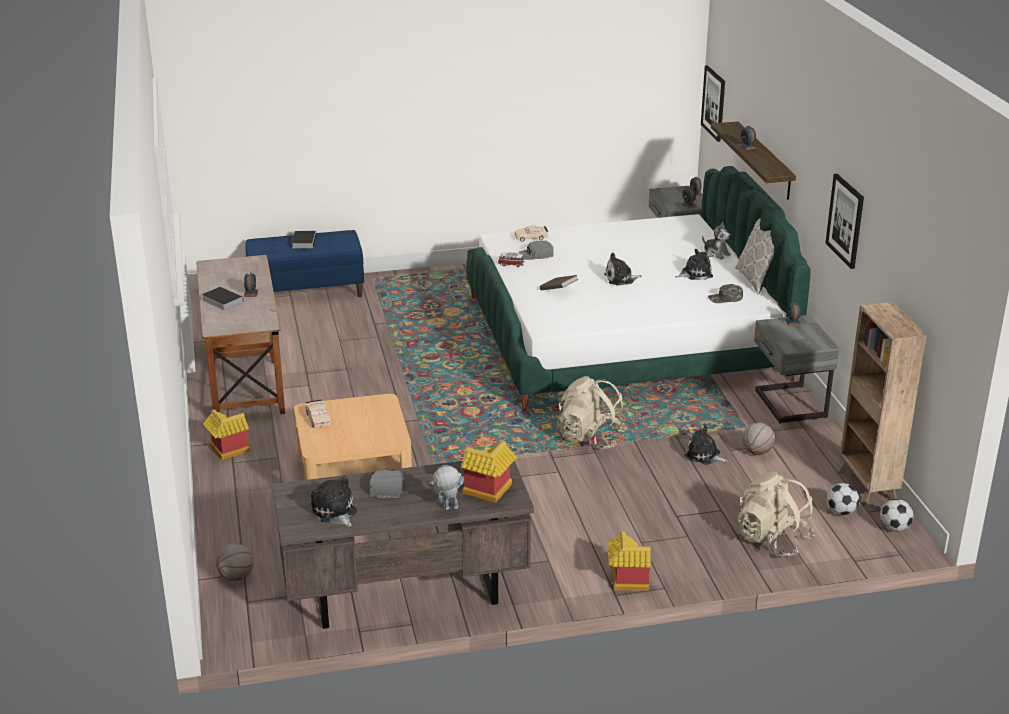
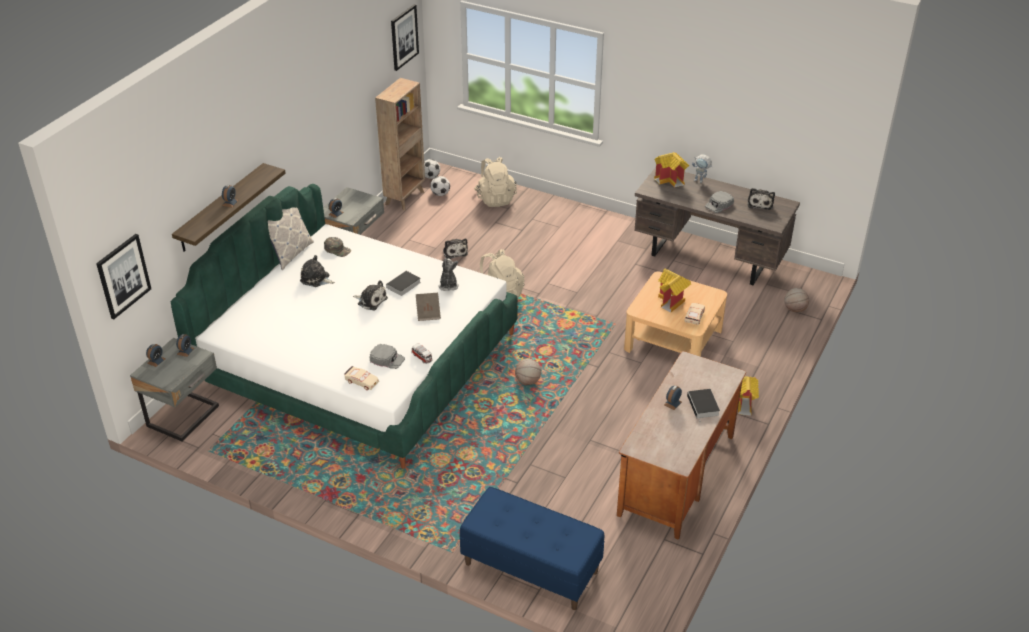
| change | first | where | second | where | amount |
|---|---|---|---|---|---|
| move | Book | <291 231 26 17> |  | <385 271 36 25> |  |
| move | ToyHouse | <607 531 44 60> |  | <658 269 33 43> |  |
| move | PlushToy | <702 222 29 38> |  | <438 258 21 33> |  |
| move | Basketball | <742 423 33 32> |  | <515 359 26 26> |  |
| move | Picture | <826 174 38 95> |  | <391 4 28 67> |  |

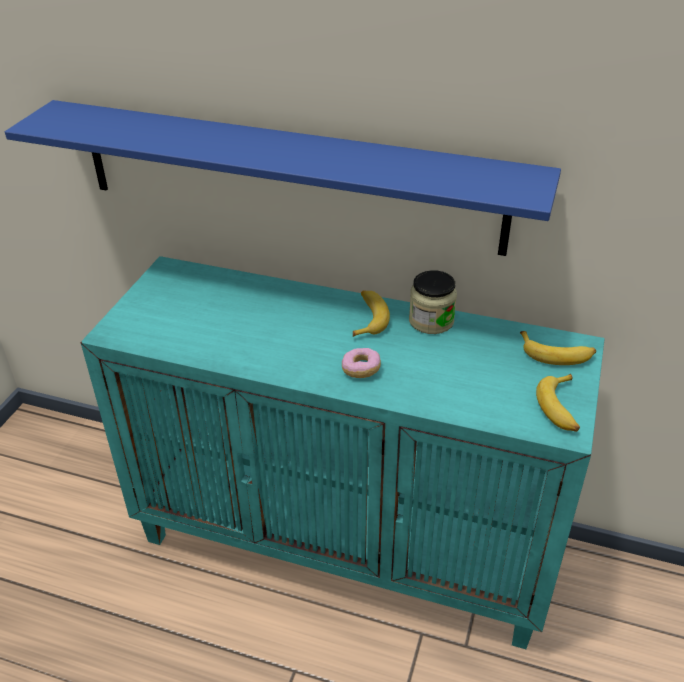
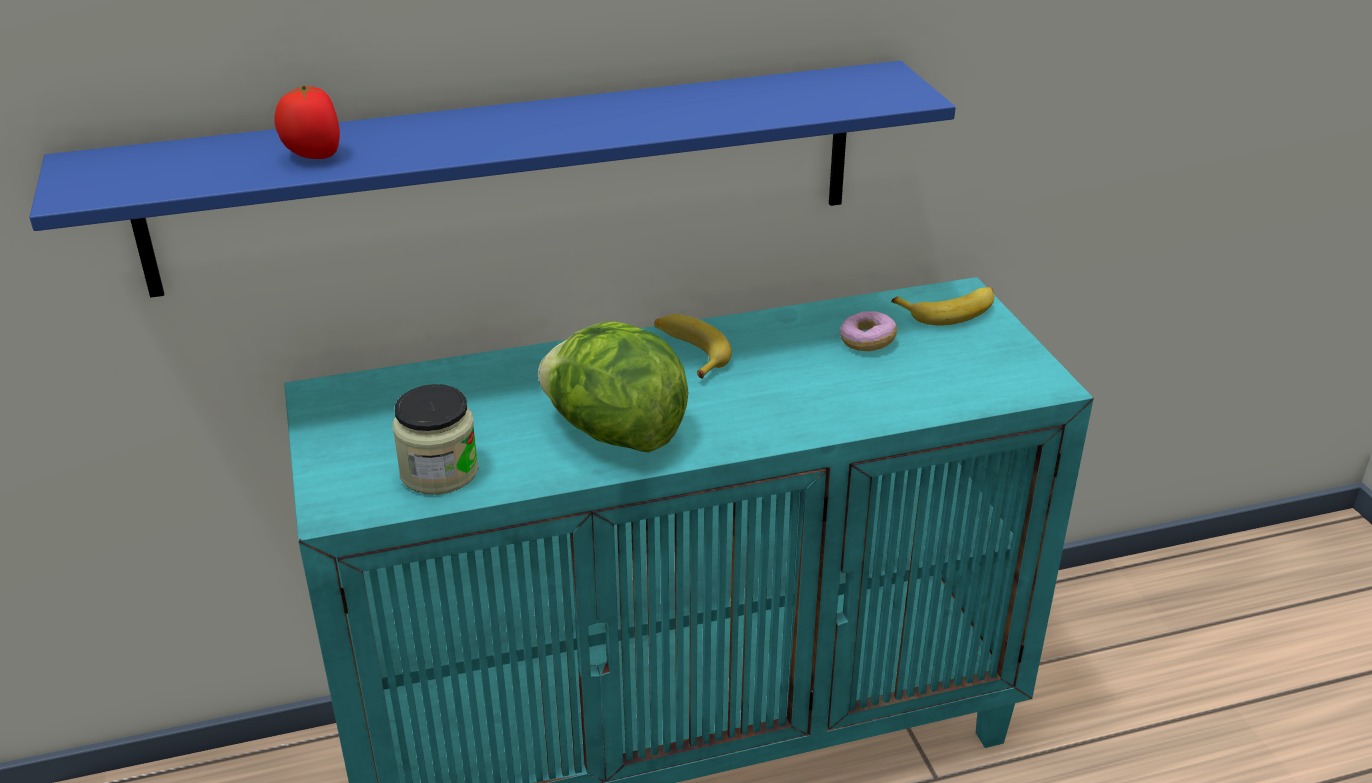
| change | first | where | second | where | amount |
|---|---|---|---|---|---|
| delete | Banana | <536 374 44 58> |  |  |  |
| insert |  |  | Tomato | <274 86 66 73> |  |
| insert |  |  | Lettuce | <538 321 150 132> |  |
| move | Donut | <342 348 39 30> |  | <840 311 57 40> |  |
| move | Jar | <409 270 48 64> |  | <392 384 87 111> |  |

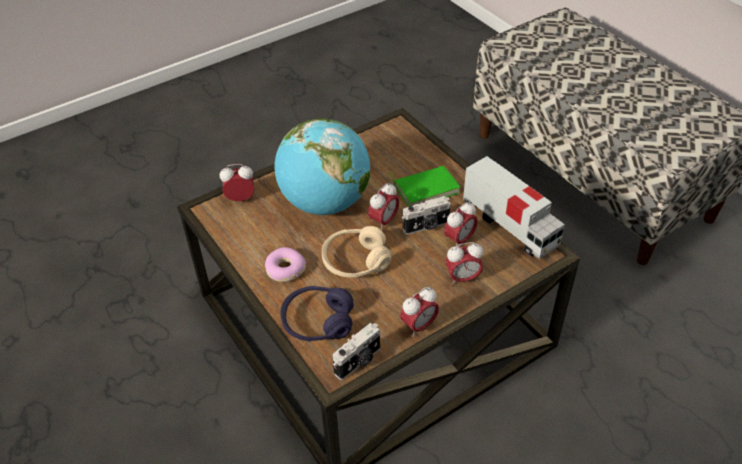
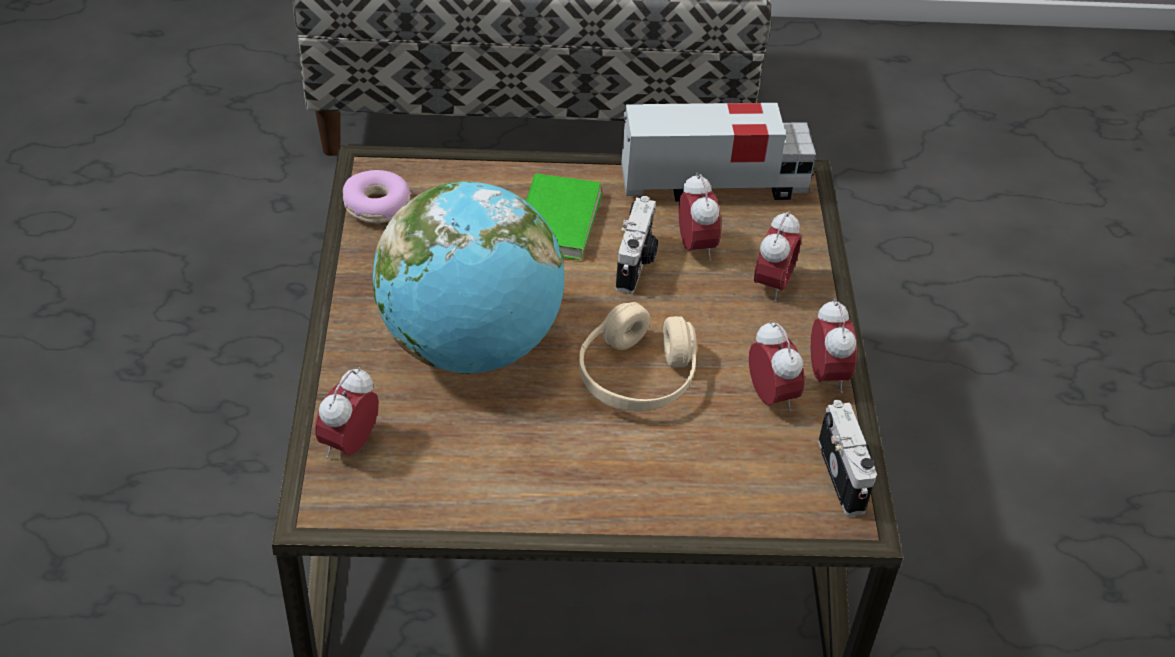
| change | first | where | second | where | amount |
|---|---|---|---|---|---|
| delete | PurpleHeadphones | <281 286 73 56> |  |  |  |
| move | Donut | <265 247 41 35> |  | <343 170 68 53> |  |
| move | AlarmClock | <368 183 32 47> |  | <749 320 56 92> |  |

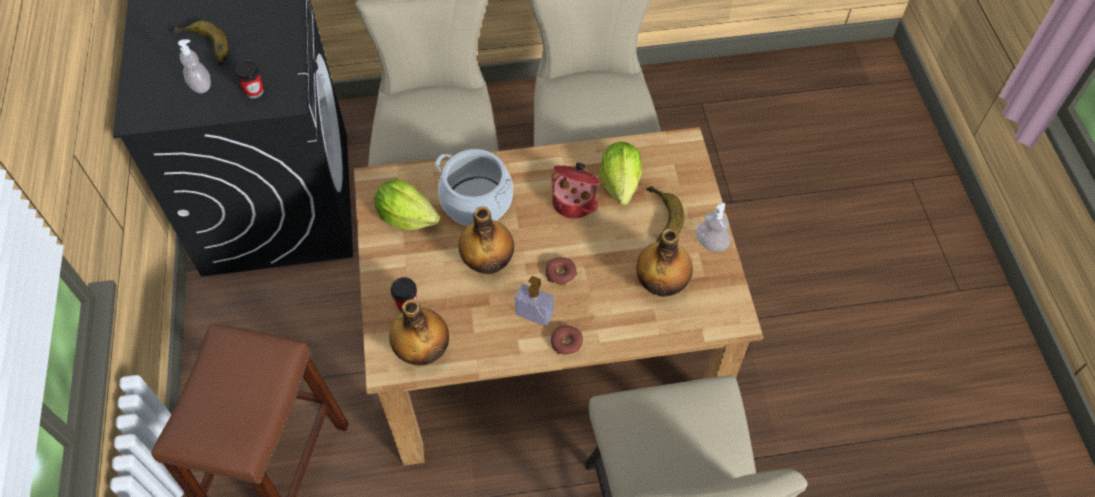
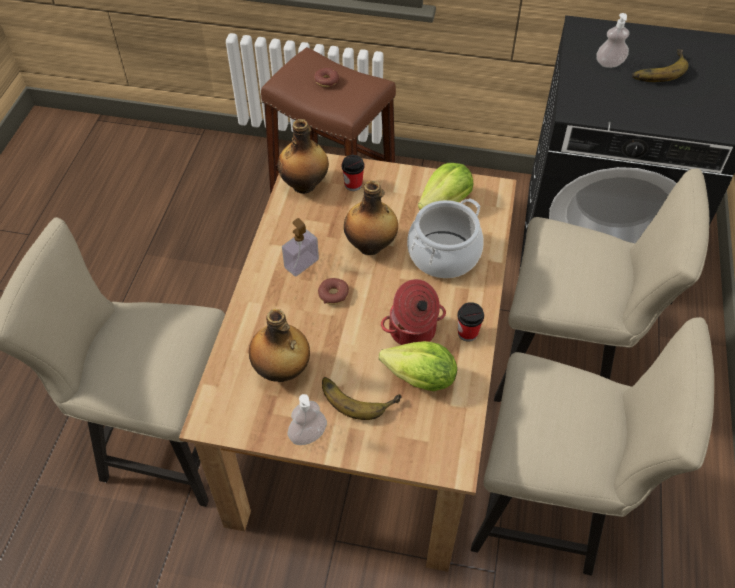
| change | first | where | second | where | amount |
|---|---|---|---|---|---|
| move | Cup | <235 61 29 37> |  | <457 302 27 40> |  |
| move | Donut | <551 325 32 30> |  | <314 68 25 19> |  |

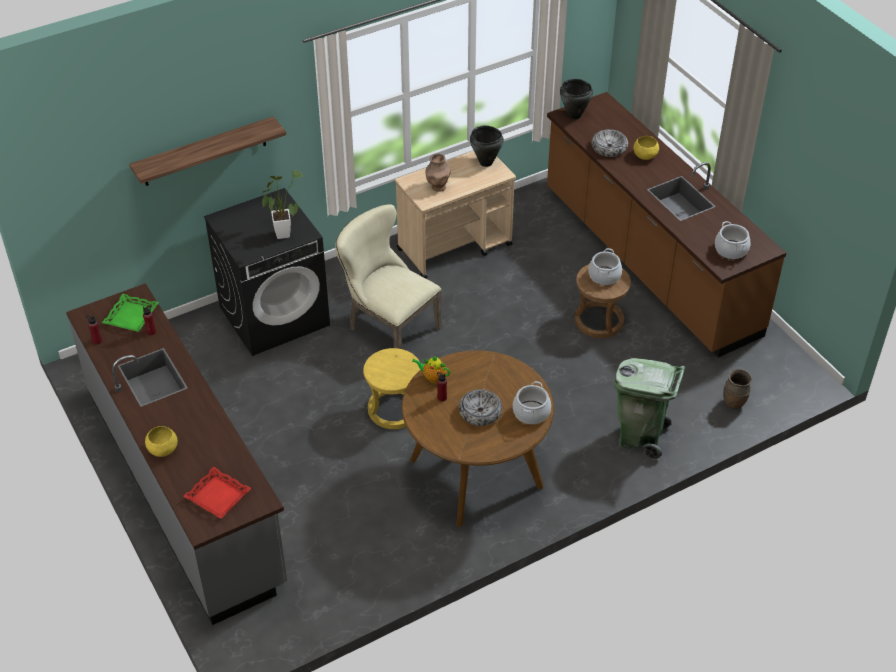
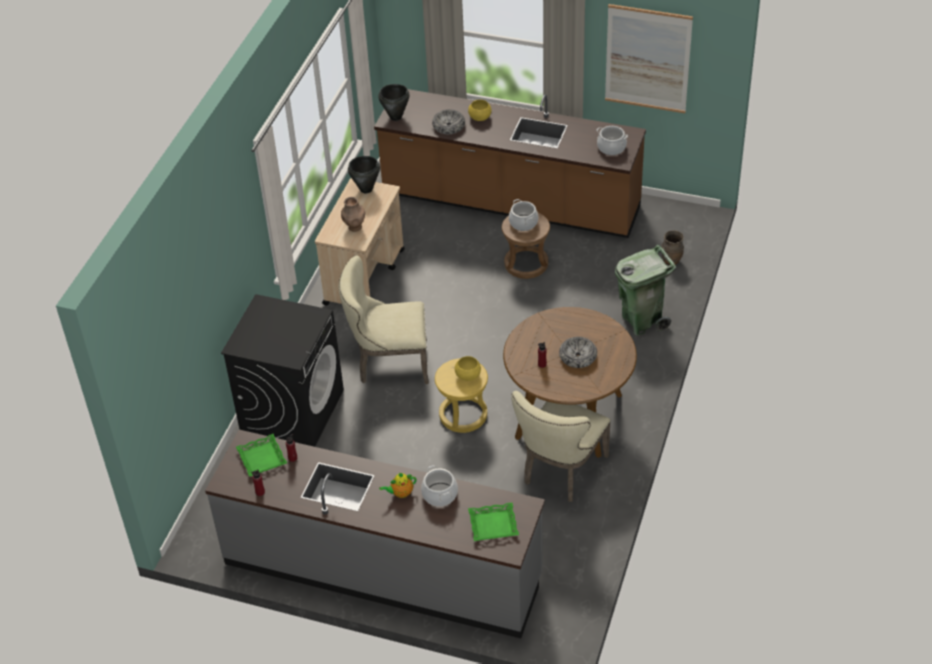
| change | first | where | second | where | amount |
|---|---|---|---|---|---|
| delete | Shelf | <129 116 157 70> |  |  |  |
| delete | PottedPlant | <262 171 41 68> |  |  |  |
| insert |  |  | BeigeChair | <511 391 100 111> |  |
| insert |  |  | Picture | <605 4 88 109> |  |
| move | YellowBowl | <145 426 33 31> |  | <455 356 26 25> |  |
| move | Teapot | <412 356 38 27> |  | <379 473 38 25> |  |
| move | CookingPot | <513 381 38 43> |  | <421 465 37 41> |  |
| recolor | RedTray | <183 467 68 52> | GreenTray | <468 502 51 39> |  |

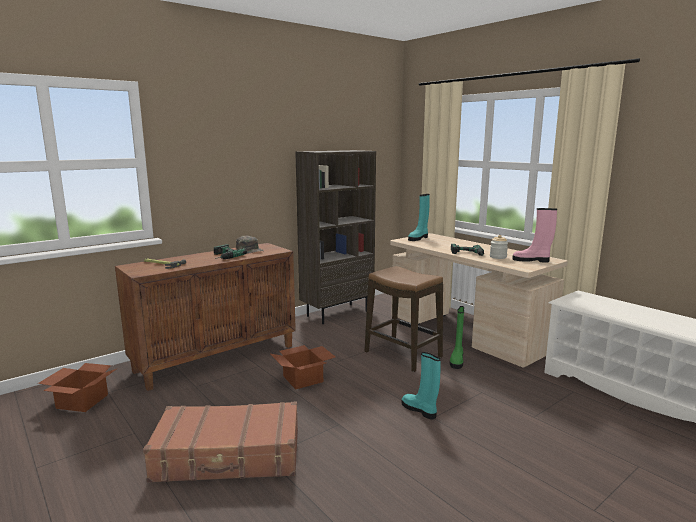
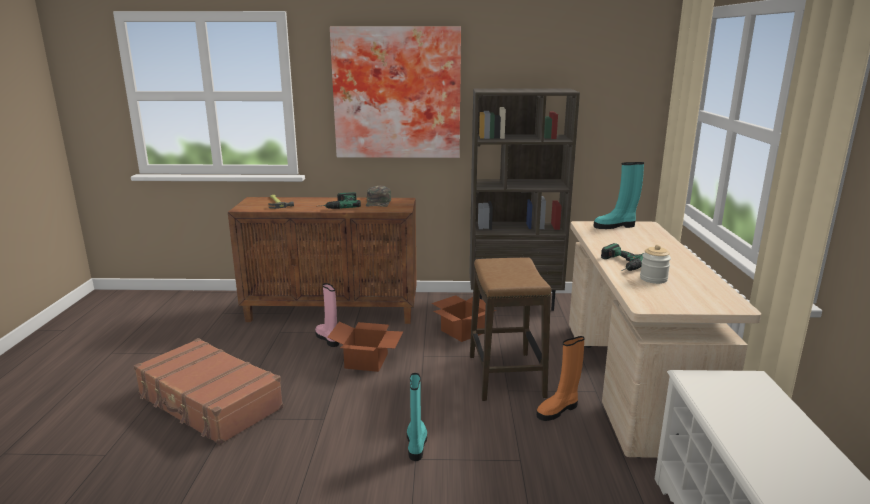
| change | first | where | second | where | amount |
|---|---|---|---|---|---|
| insert |  |  | Picture | <330 26 131 132> |  |
| move | CardboardBox | <38 363 78 49> |  | <432 295 64 47> |  |
| move | PinkBoot | <512 208 45 55> |  | <315 283 24 64> |  |
| recolor | GreenBoot | <450 306 14 63> | OrangeBoot | <537 336 48 85> |  |

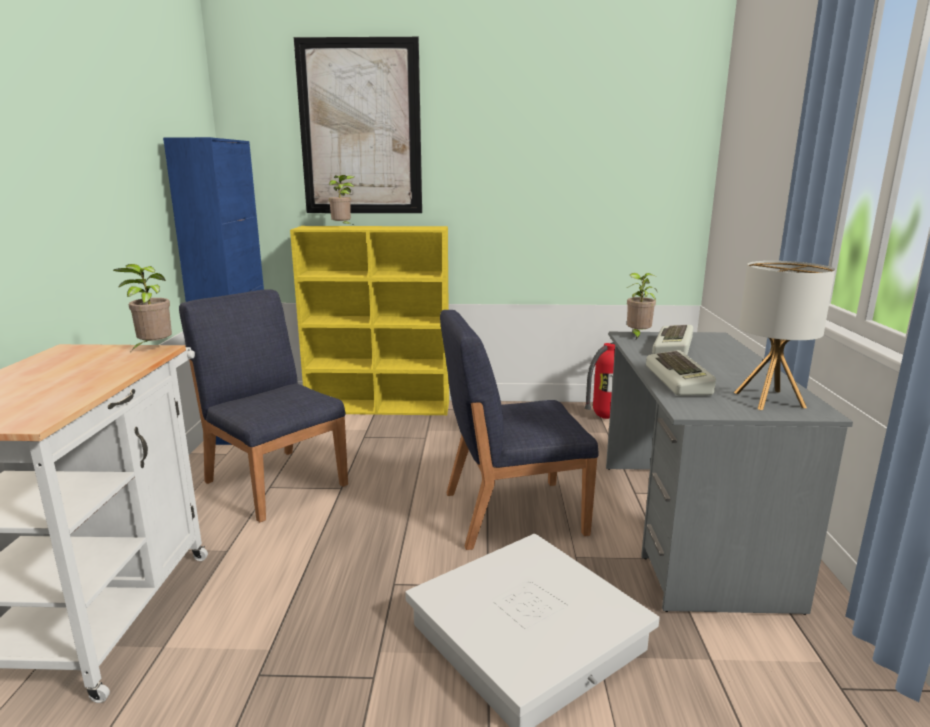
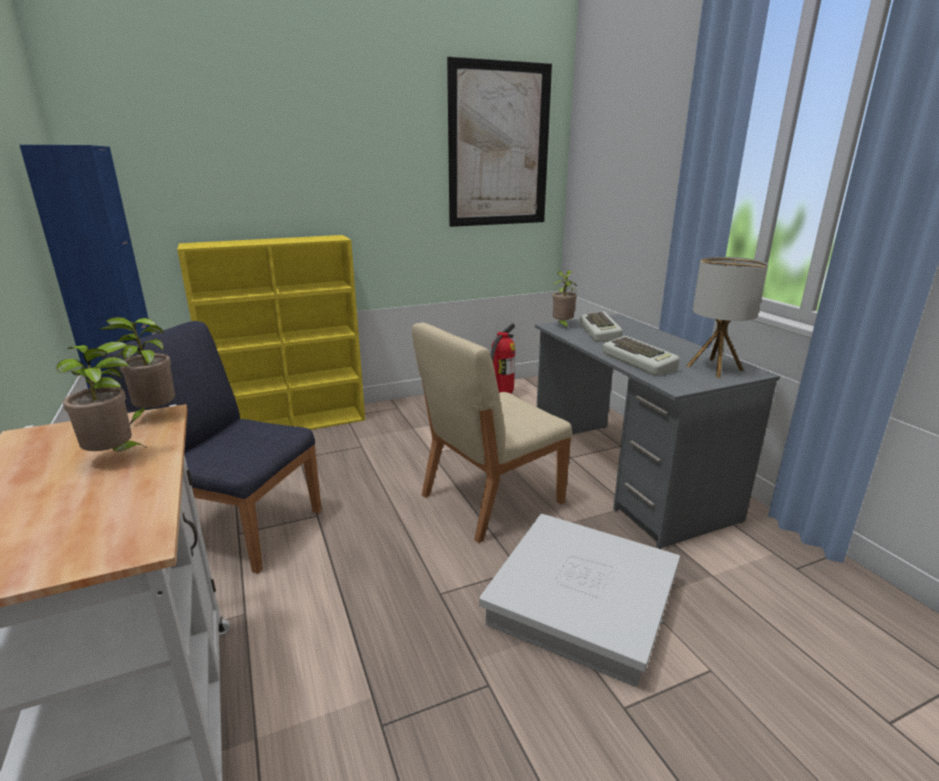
| change | first | where | second | where | amount |
|---|---|---|---|---|---|
| move | Picture | <294 37 128 176> |  | <447 57 105 170> |  |
| move | PottedPlant | <329 175 25 49> |  | <56 342 92 109> |  |
| recolor | BlueChair | <440 310 159 240> | BeigeChair | <412 323 160 220> |  |

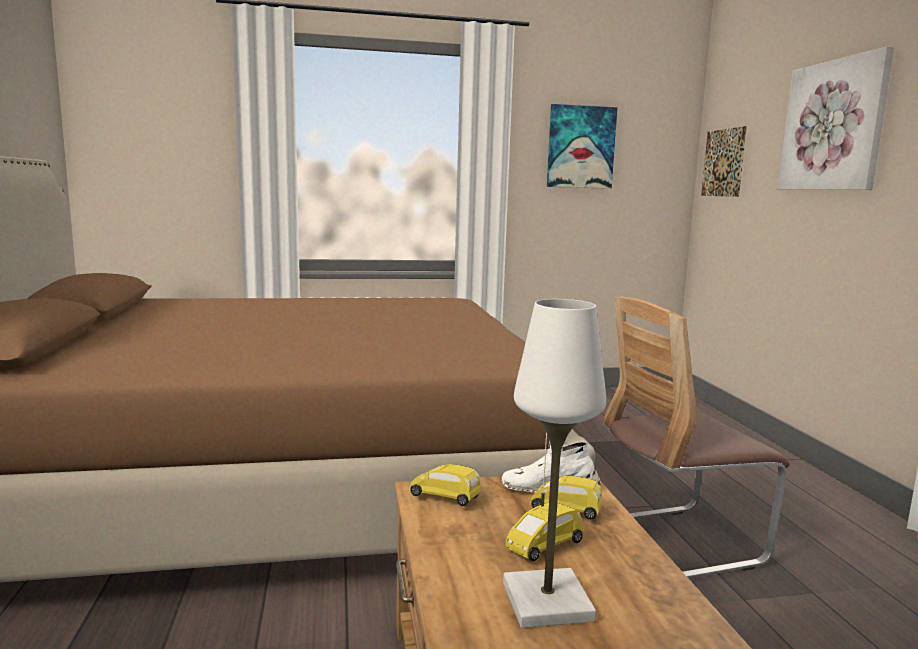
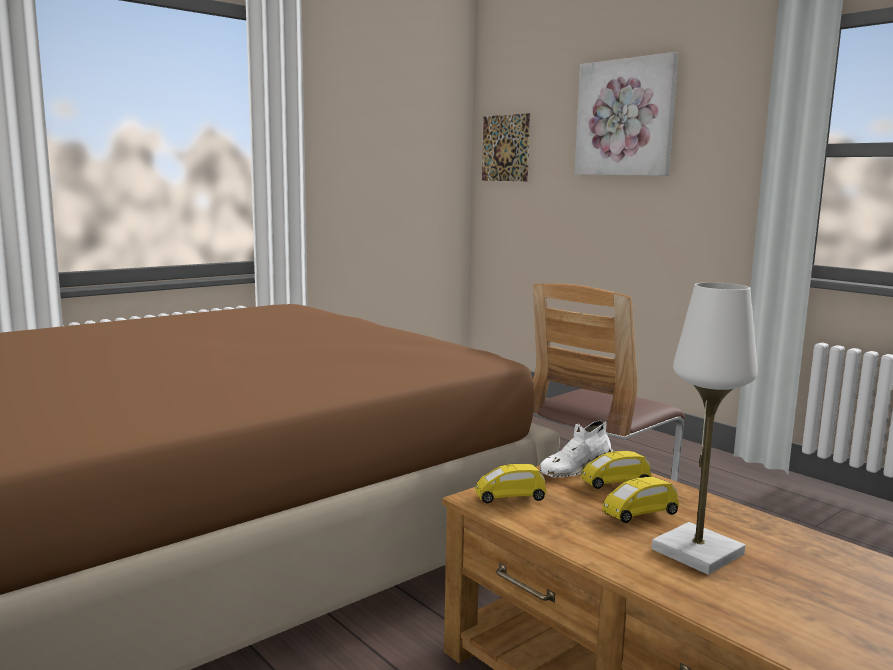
| change | first | where | second | where | amount |
|---|---|---|---|---|---|
| delete | Picture | <547 104 71 85> |  |  |  |
| rotate | YellowToyCar | <506 503 77 58> |  | <603 477 76 46> | 45 degrees clockwise |

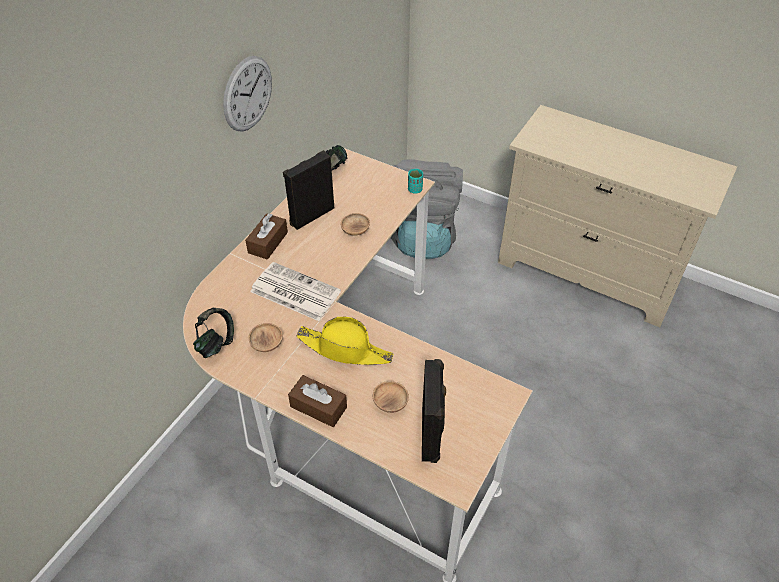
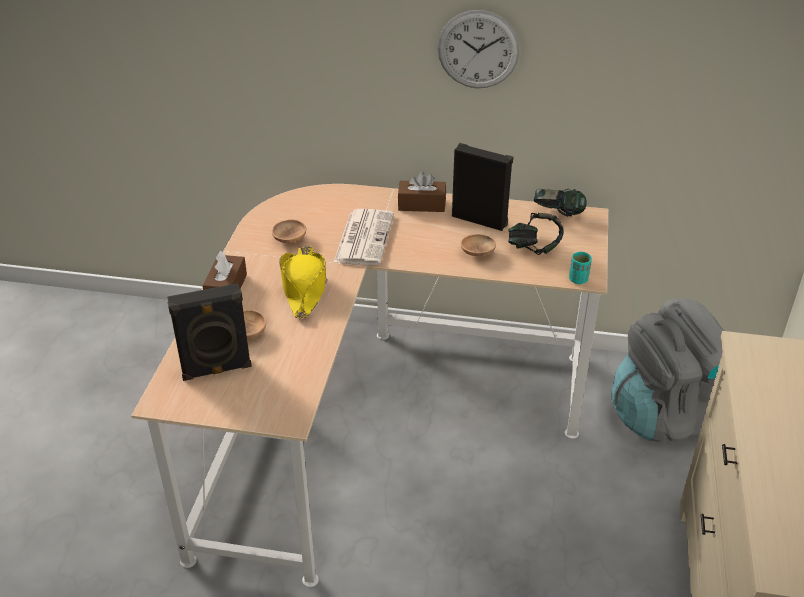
| change | first | where | second | where | amount |
|---|---|---|---|---|---|
| move | Headphones | <193 308 41 50> |  | <508 213 56 42> |  |

